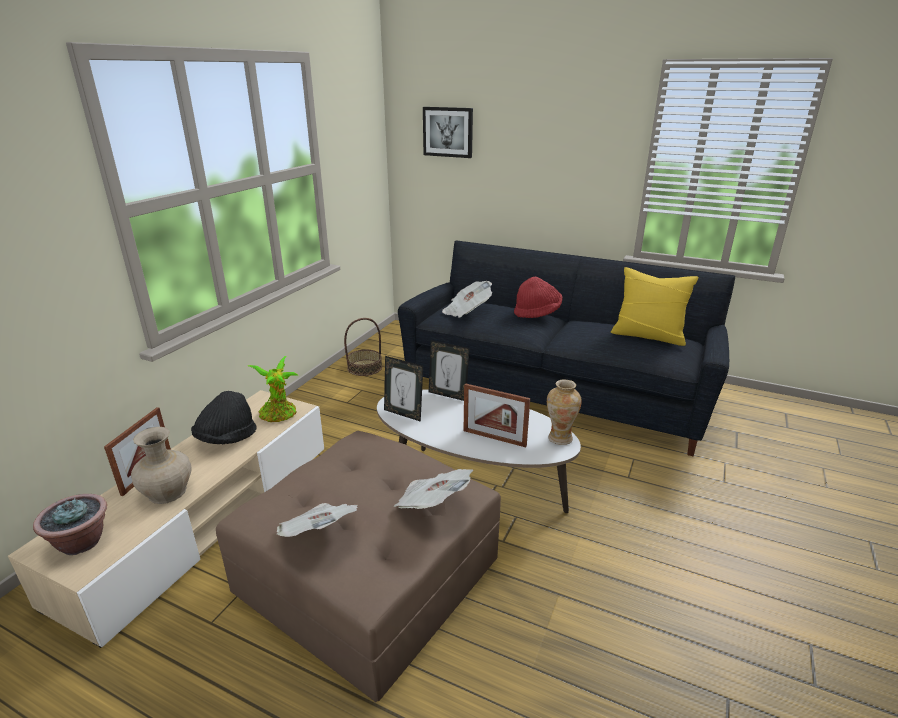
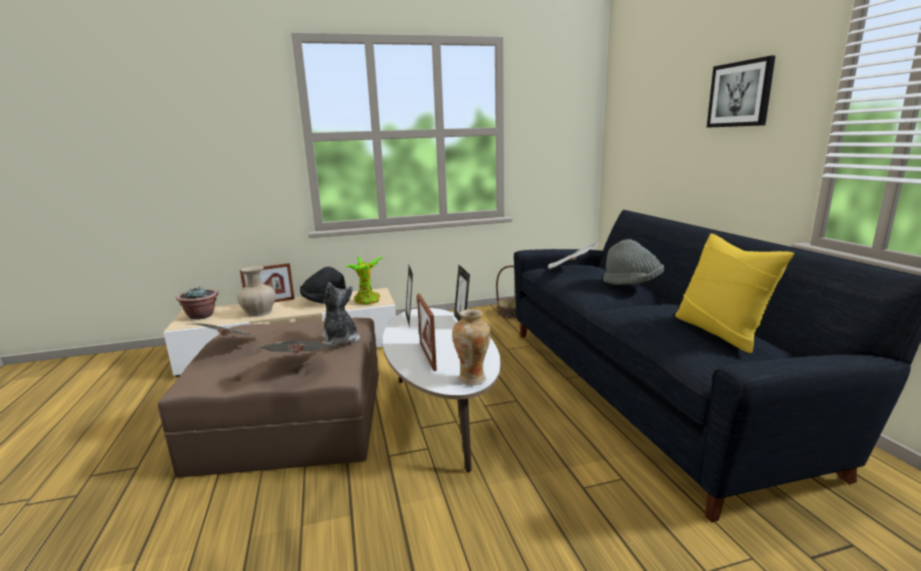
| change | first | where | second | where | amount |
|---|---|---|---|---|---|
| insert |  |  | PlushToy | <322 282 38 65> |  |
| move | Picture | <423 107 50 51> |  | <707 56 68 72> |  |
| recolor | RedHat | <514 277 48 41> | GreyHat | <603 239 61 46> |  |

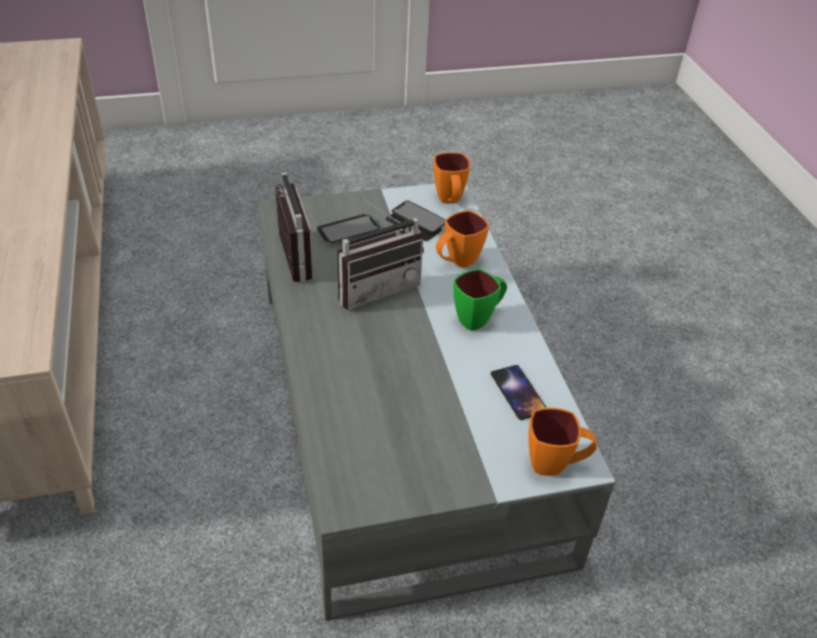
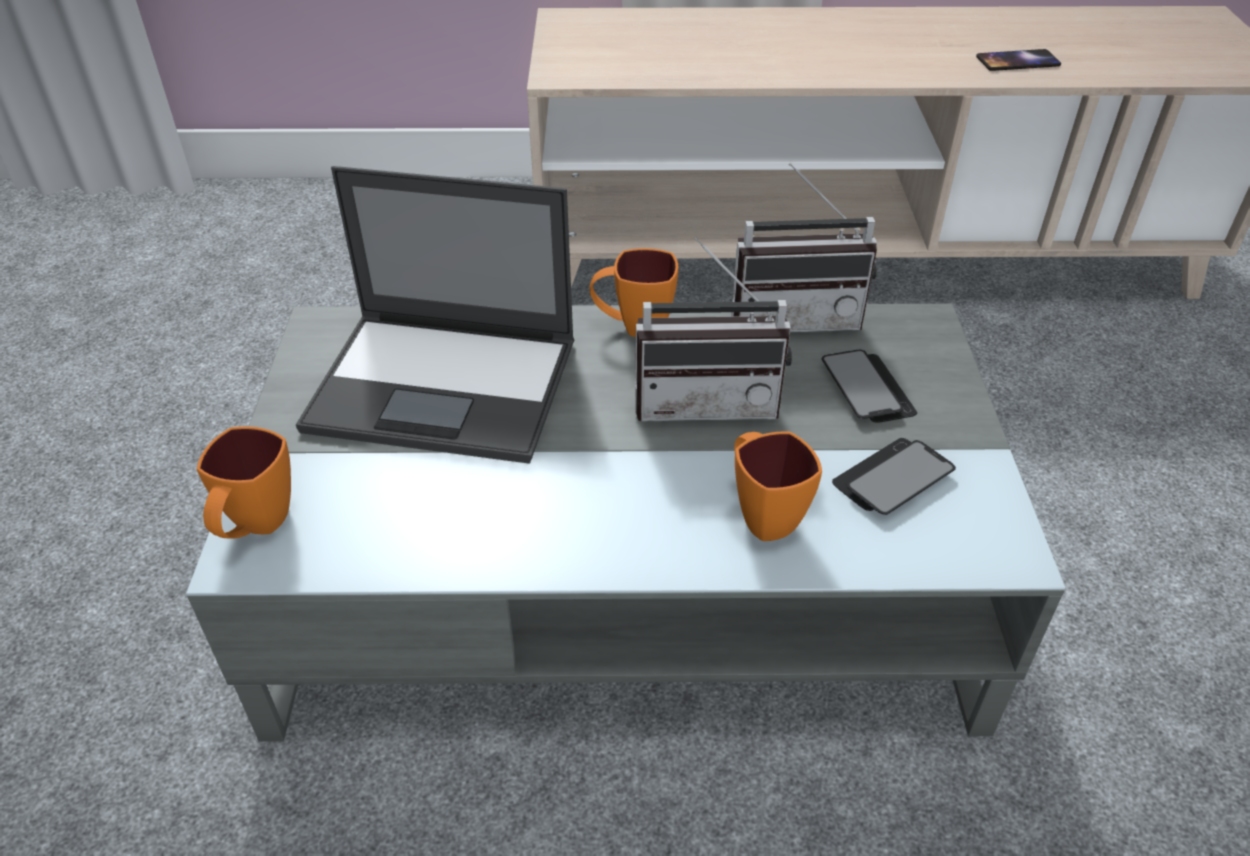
| change | first | where | second | where | amount |
|---|---|---|---|---|---|
| delete | GreenMug | <453 269 54 62> |  |  |  |
| insert |  |  | Laptop | <296 166 278 298> |  |
| move | OrangeMug | <434 152 36 52> |  | <590 248 88 89> |  |
| move | Phone | <491 365 55 55> |  | <976 49 85 22> |  |
| rotate | Radio | <337 195 87 115> |  | <635 238 157 183> | 75 degrees counterclockwise |

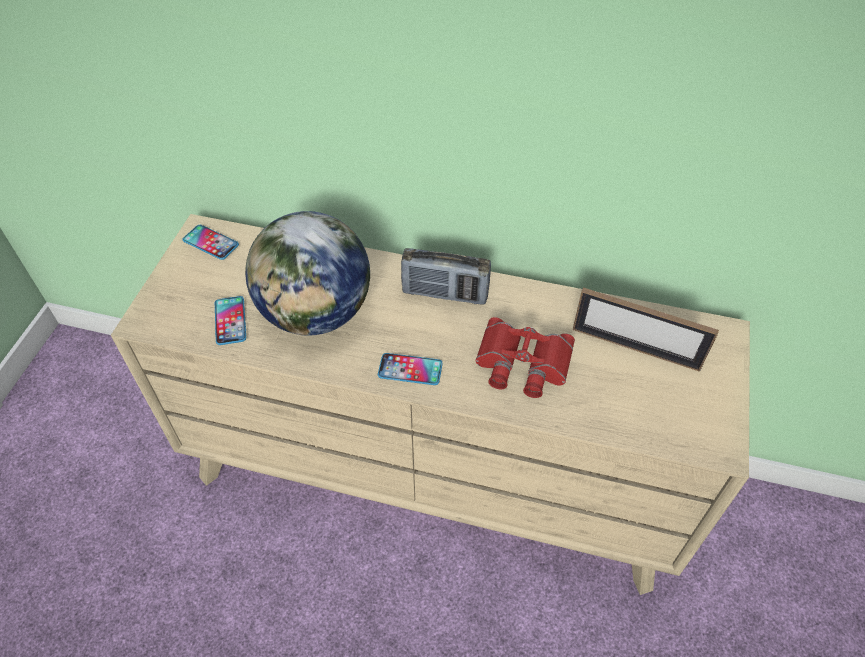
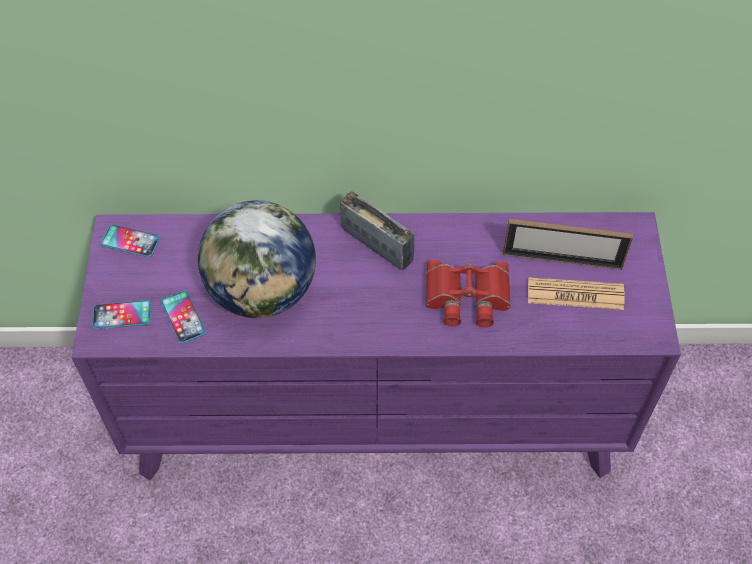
| change | first | where | second | where | amount |
|---|---|---|---|---|---|
| insert |  |  | Newspaper | <528 277 97 33> |  |
| move | Phone | <378 353 65 32> |  | <92 300 59 29> |  |
| recolor | BeigeDresser | <111 214 639 381> | PurpleDresser | <72 212 609 268> |  |
| rotate | Radio | <401 248 90 57> |  | <340 191 75 80> | 135 degrees counterclockwise |

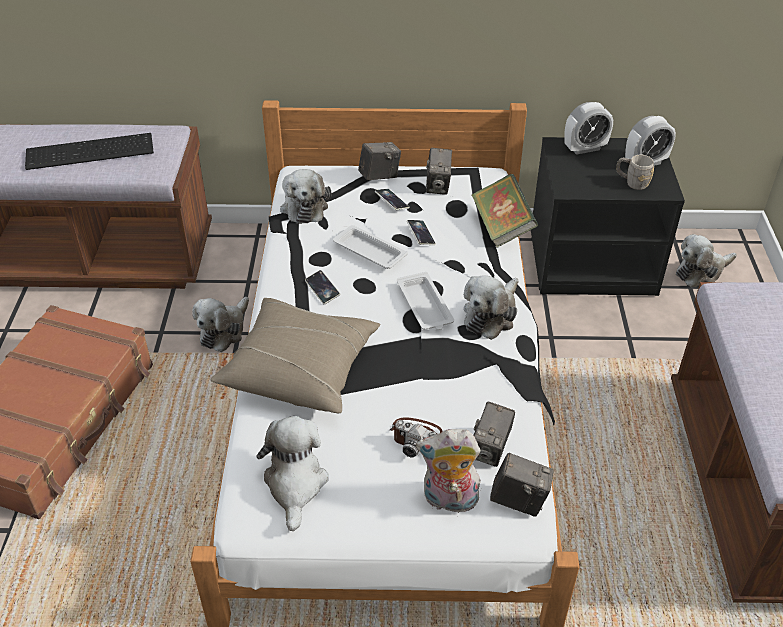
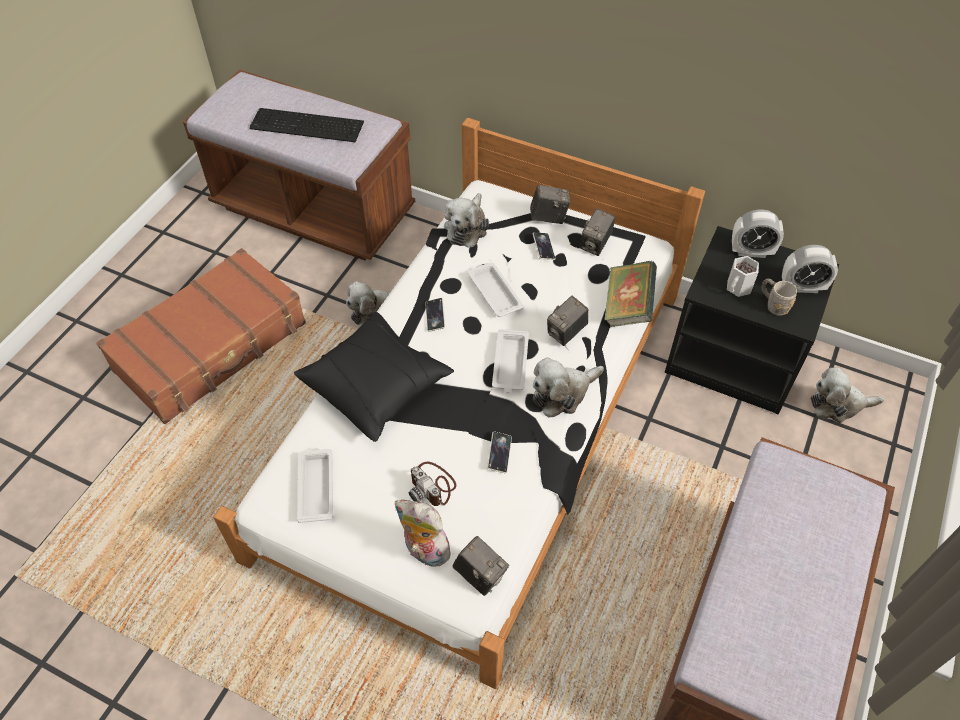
| change | first | where | second | where | amount |
|---|---|---|---|---|---|
| insert |  |  | WhiteMug | <727 256 32 41> |  |
| move | Phone | <407 220 29 25> |  | <487 431 25 42> |  |
| move | PhotoCamera | <474 402 41 65> |  | <547 296 41 50> |  |
| replace | PlushToy | <256 416 73 115> | WhiteTray | <297 448 36 75> |  |
| recolor | BeigePillow | <210 298 170 115> | BlackPillow | <294 312 160 130> |  |

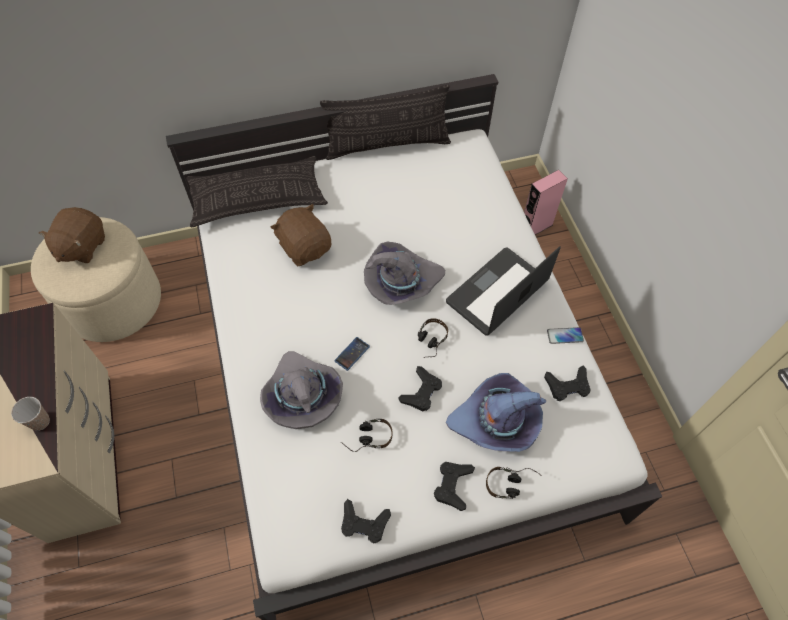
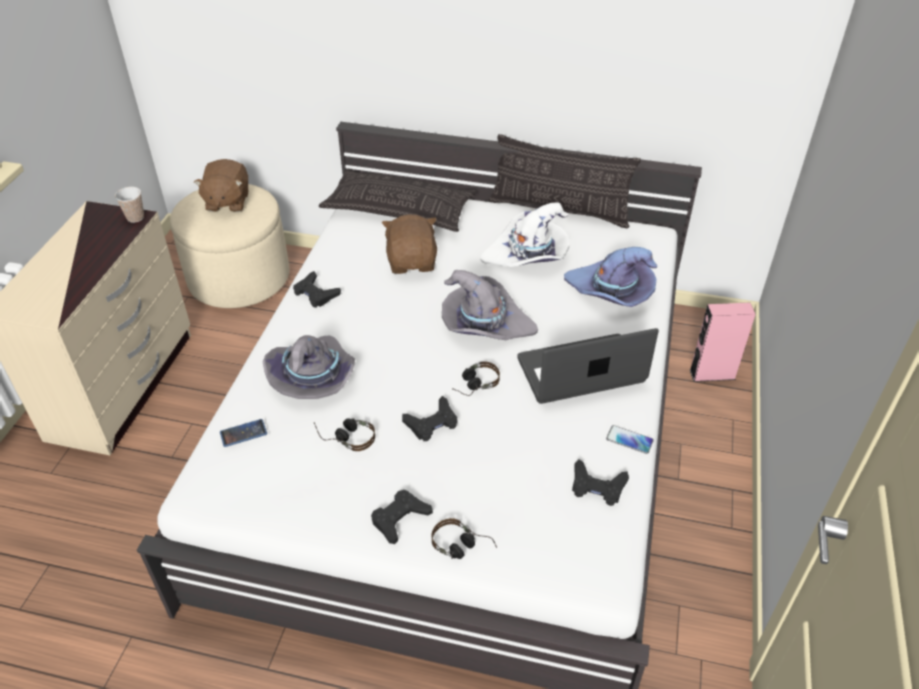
| change | first | where | second | where | amount |
|---|---|---|---|---|---|
| insert |  |  | WhiteHat | <480 203 89 64> |  |
| move | Cup | <11 397 39 34> |  | <115 187 29 36> |  |
| move | Phone | <334 337 36 34> |  | <220 419 47 28> |  |
| move | BlackGameController | <341 499 50 44> |  | <293 271 48 37> |  |
| move | PurpleHat | <446 373 100 79> |  | <564 247 93 60> |  |
| rotate | BrownPlushToy | <39 207 66 56> |  | <194 159 54 53> | 45 degrees counterclockwise |

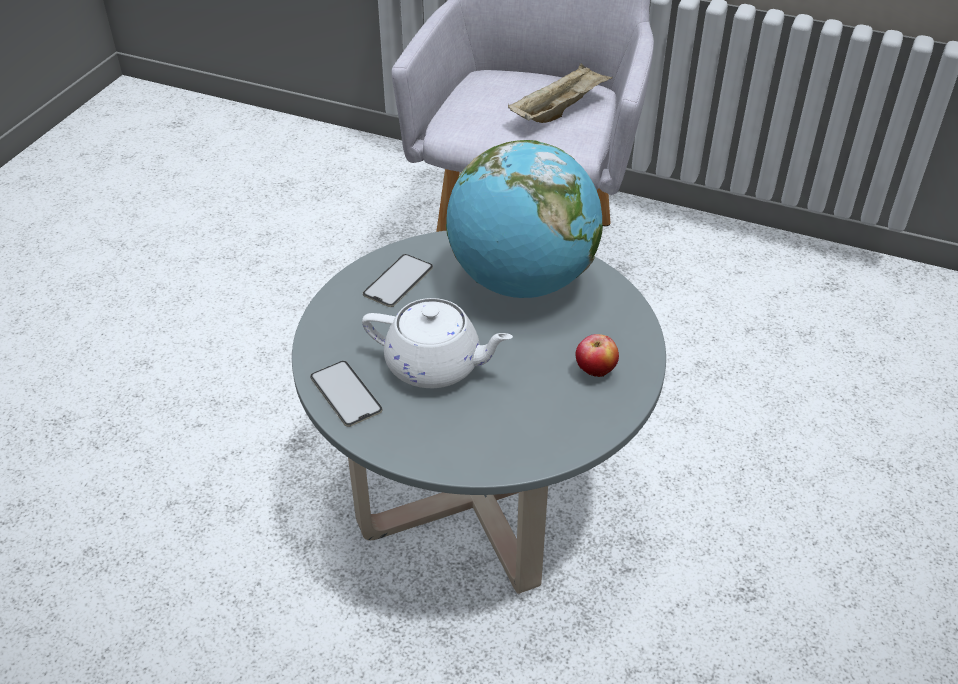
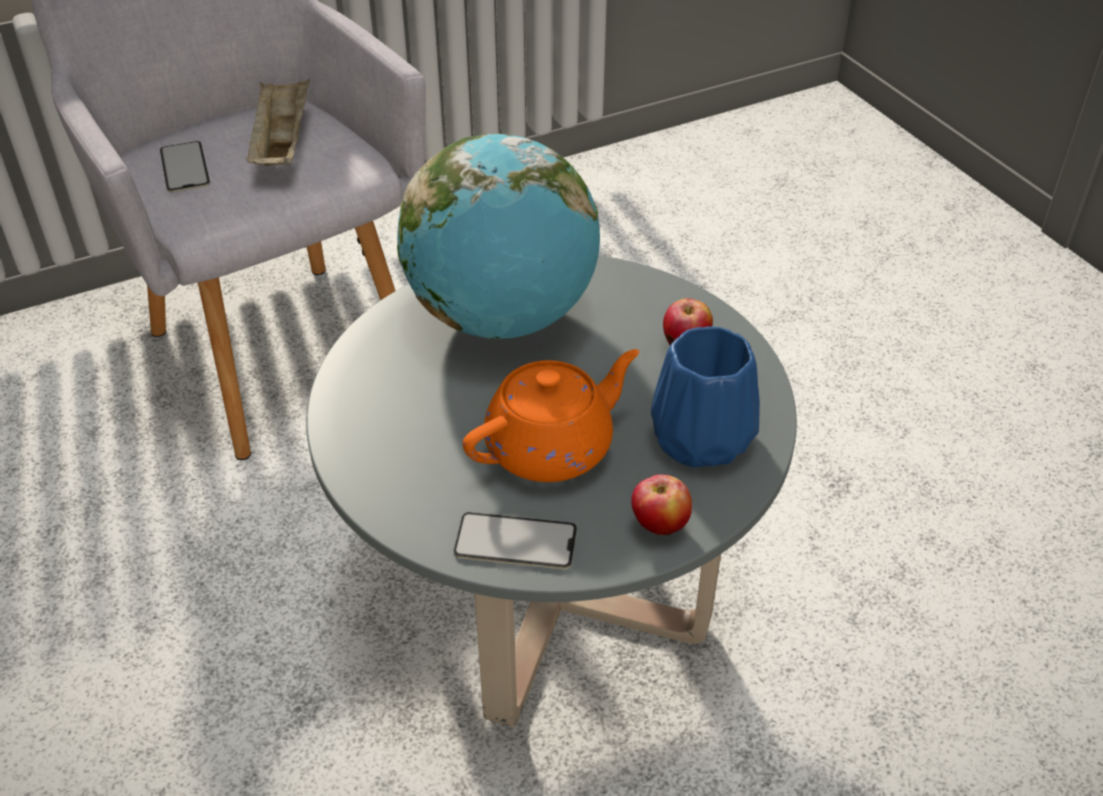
| change | first | where | second | where | amount |
|---|---|---|---|---|---|
| insert |  |  | Apple | <631 474 61 61> |  |
| insert |  |  | BlueVase | <651 326 109 141> |  |
| move | Phone | <363 254 70 53> |  | <160 141 50 51> |  |
| recolor | WhiteTeapot | <362 298 151 90> | OrangeTeapot | <463 349 176 133> |  |

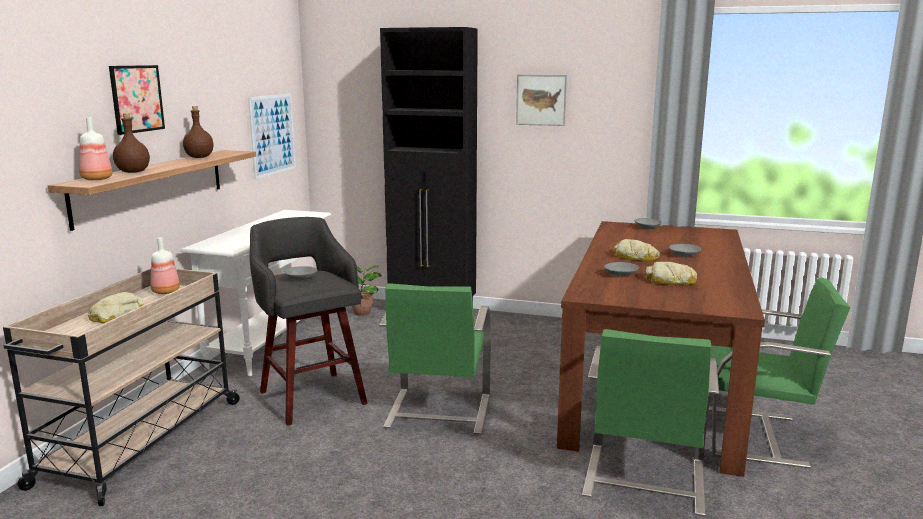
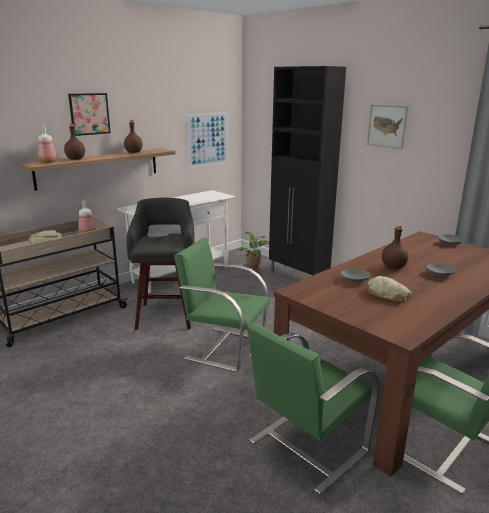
| change | first | where | second | where | amount |
|---|---|---|---|---|---|
| replace | Bread | <614 239 46 22> | BrownBottle | <382 225 27 44> |  |
| rotate | GreenChair | <379 283 112 152> |  | <174 238 96 134> | 75 degrees clockwise |

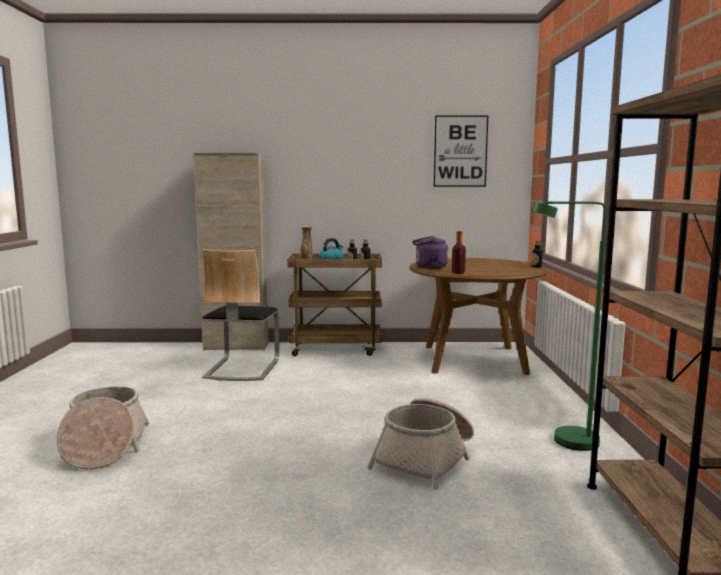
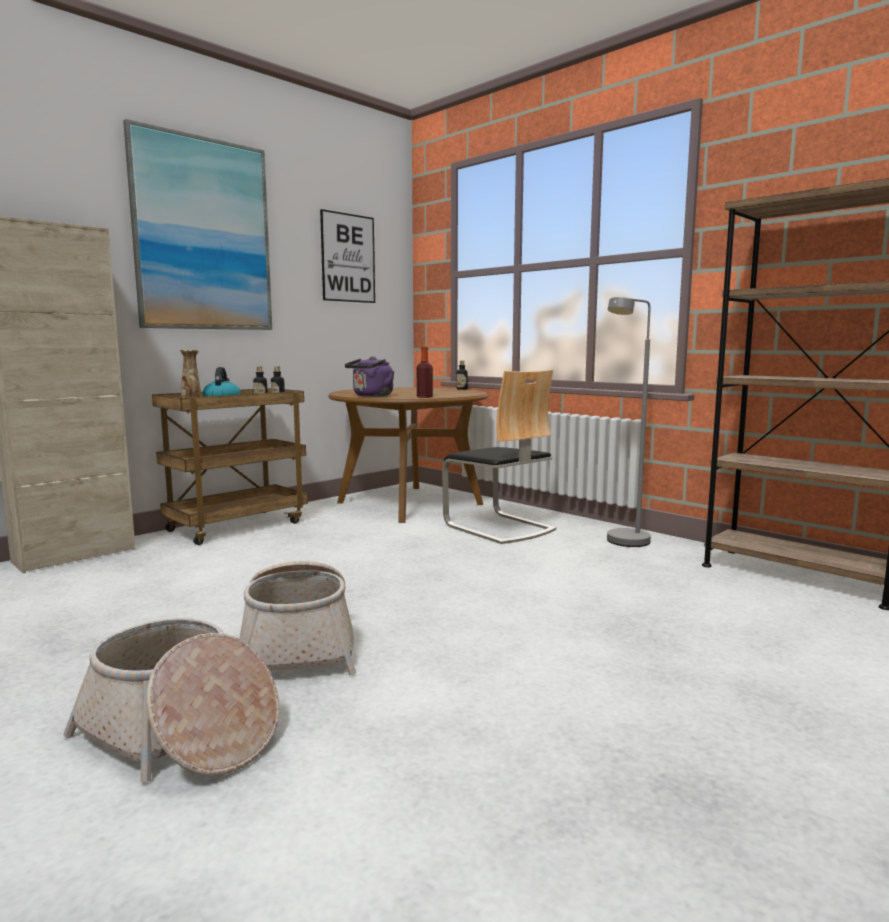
| change | first | where | second | where | amount |
|---|---|---|---|---|---|
| insert |  |  | Picture | <123 119 149 211> |  |
| move | Chair | <202 249 77 132> |  | <442 369 114 175> |  |
| move | Basket | <367 398 107 92> |  | <239 561 117 114> |  |
| recolor | GreenFloorLamp | <531 201 75 250> | GreyFloorLamp | <607 297 44 250> |  |

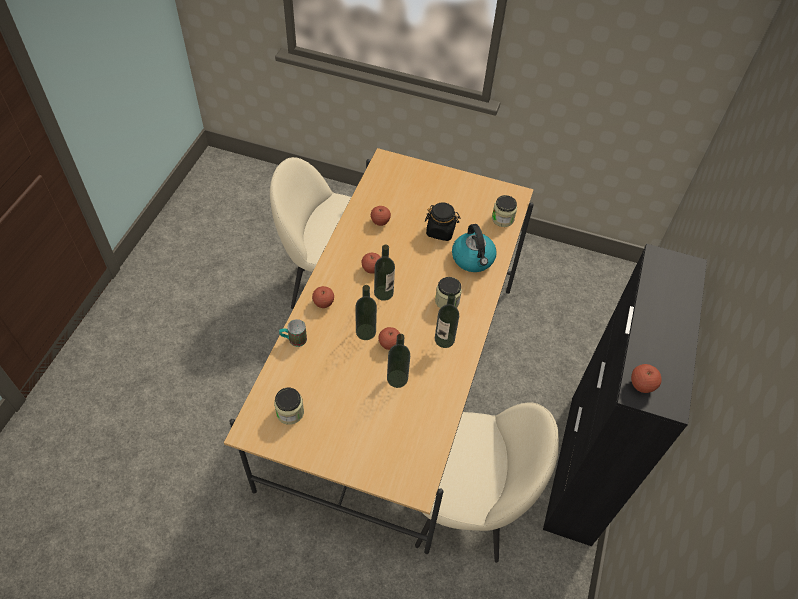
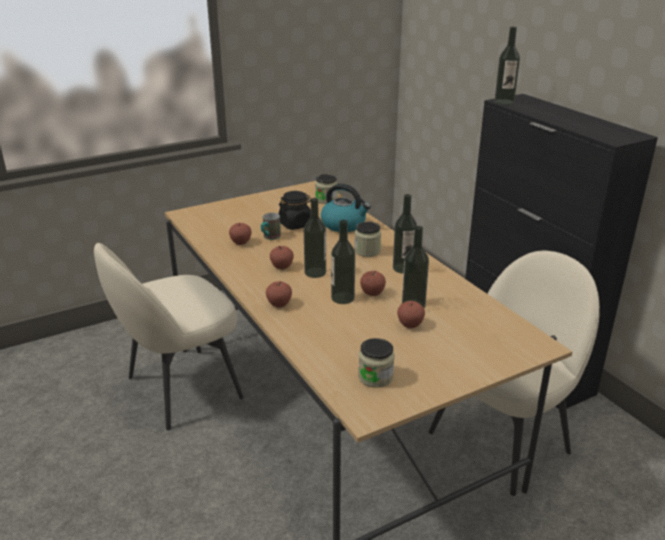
| change | first | where | second | where | amount |
|---|---|---|---|---|---|
| insert |  |  | Bottle | <494 26 26 79> |  |
| move | Mug | <279 319 28 28> |  | <261 213 20 27> |  |
| move | Apple | <631 364 31 29> |  | <397 301 28 27> |  |

